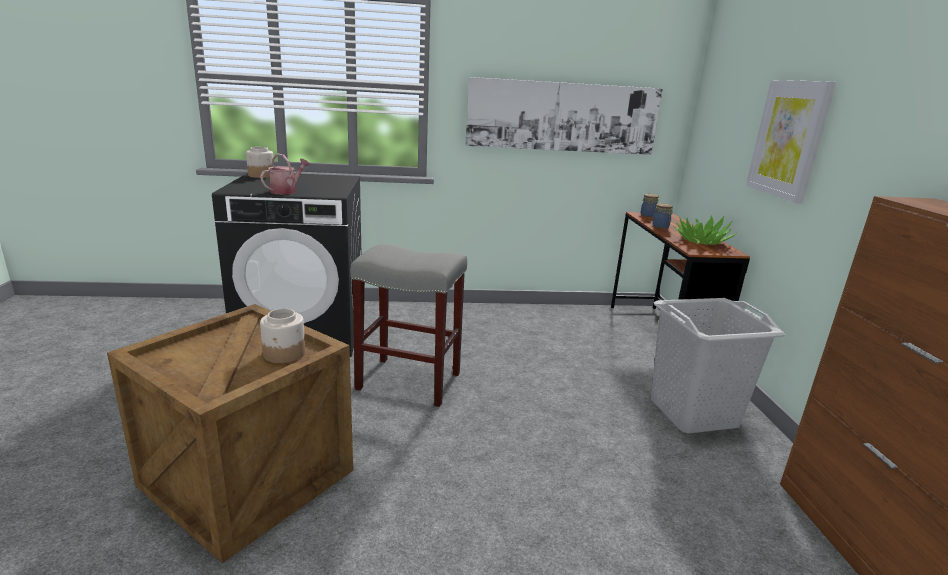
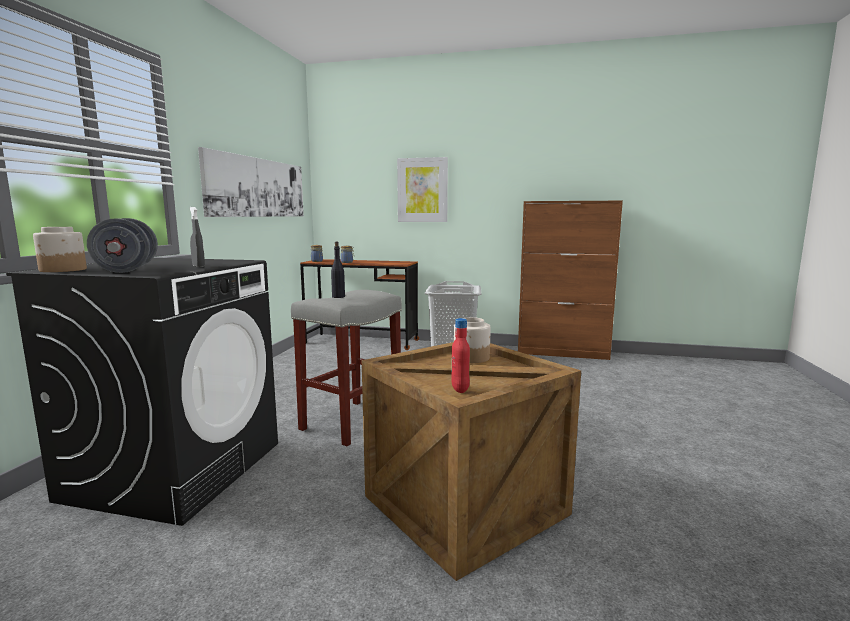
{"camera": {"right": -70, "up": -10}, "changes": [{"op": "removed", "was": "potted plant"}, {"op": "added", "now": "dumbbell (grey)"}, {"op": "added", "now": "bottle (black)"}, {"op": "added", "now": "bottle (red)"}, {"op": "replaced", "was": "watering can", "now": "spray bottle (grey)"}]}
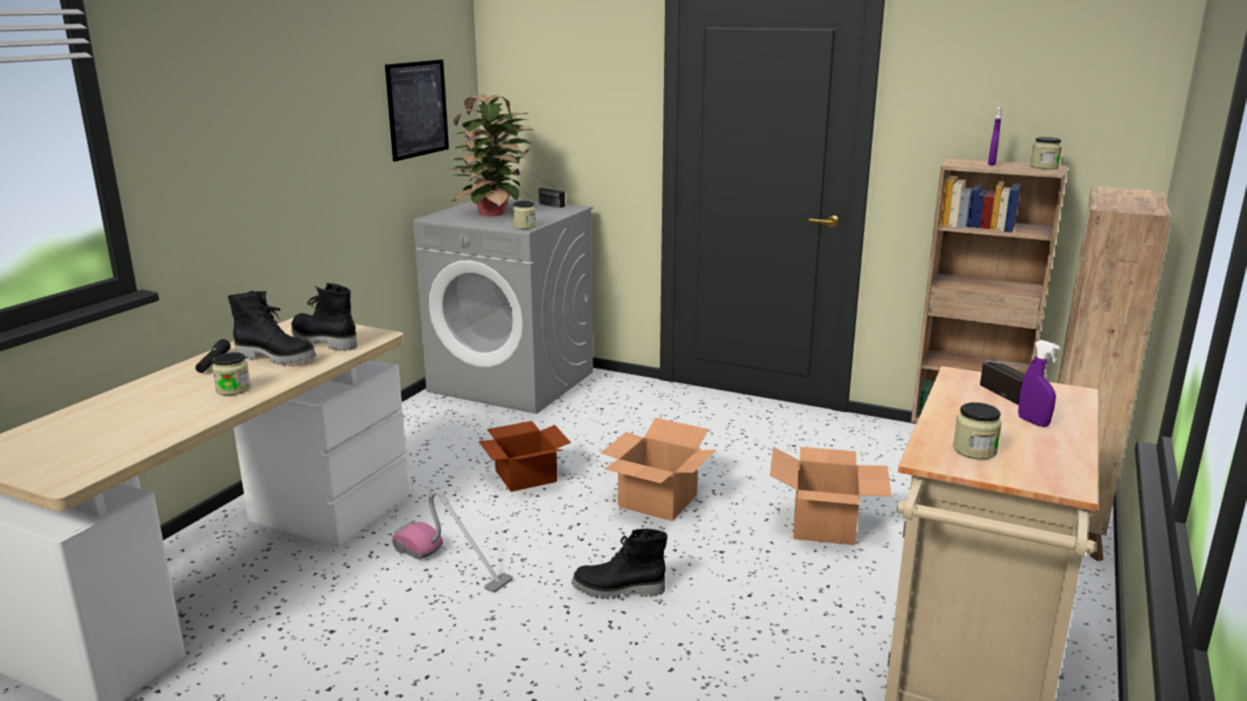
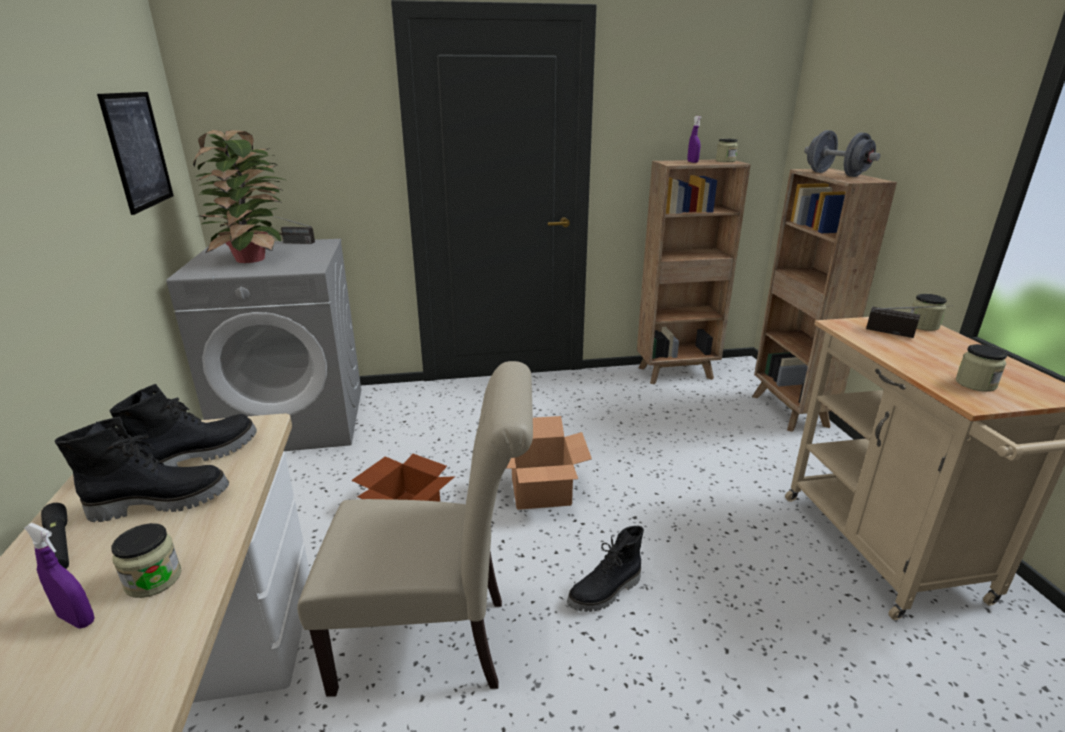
{"camera": {"right": -35, "up": 5}, "changes": [{"op": "removed", "was": "cardboard box (3rd from left)"}, {"op": "added", "now": "dumbbell (grey)"}, {"op": "moved", "was": "jar (2nd from left in the first image)", "now": "jar (3rd from left)"}, {"op": "moved", "was": "spray bottle (purple) (2nd from left in the first image)", "now": "spray bottle (purple) (1st from left)"}, {"op": "replaced", "was": "vacuum cleaner", "now": "chair (beige)"}, {"op": "turned", "was": "boot (black) (2nd from left)", "clockwise": 135}]}
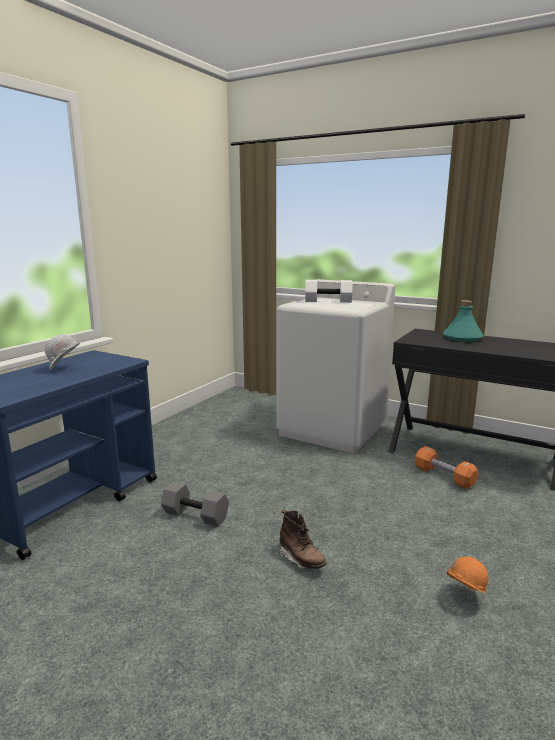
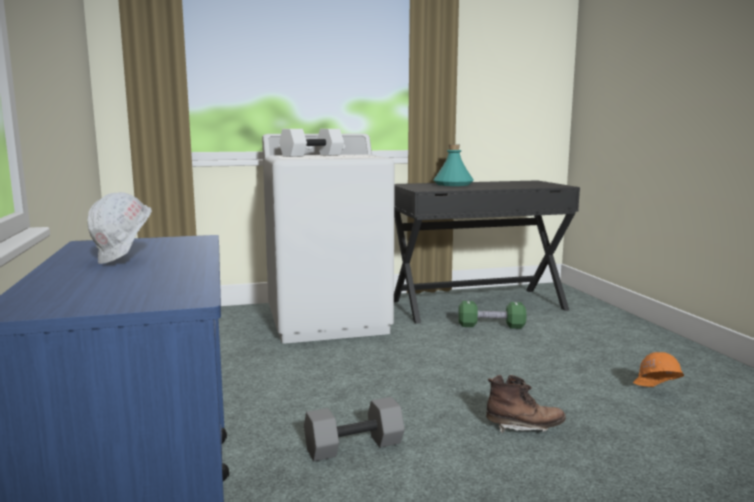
{"camera": {"right": -45, "up": -5}, "changes": [{"op": "recoloured", "was": "dumbbell (orange)", "now": "dumbbell (green)"}]}
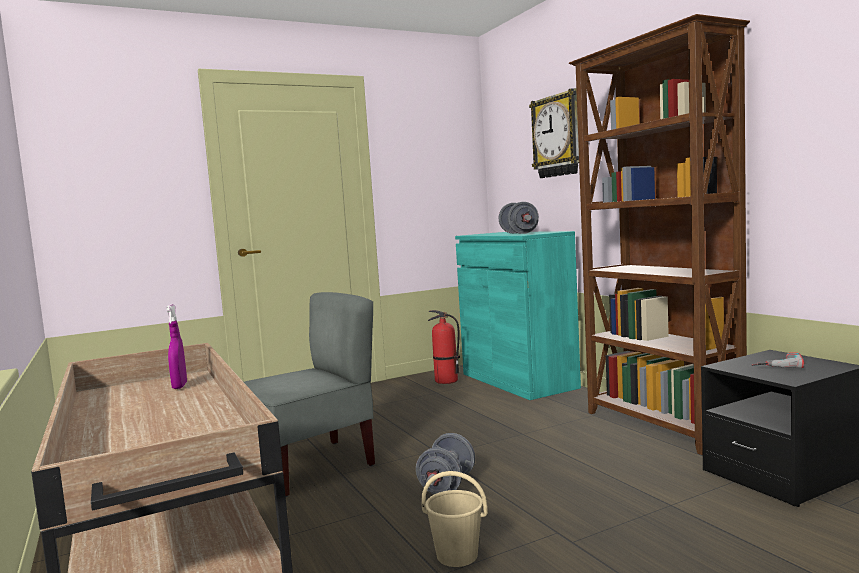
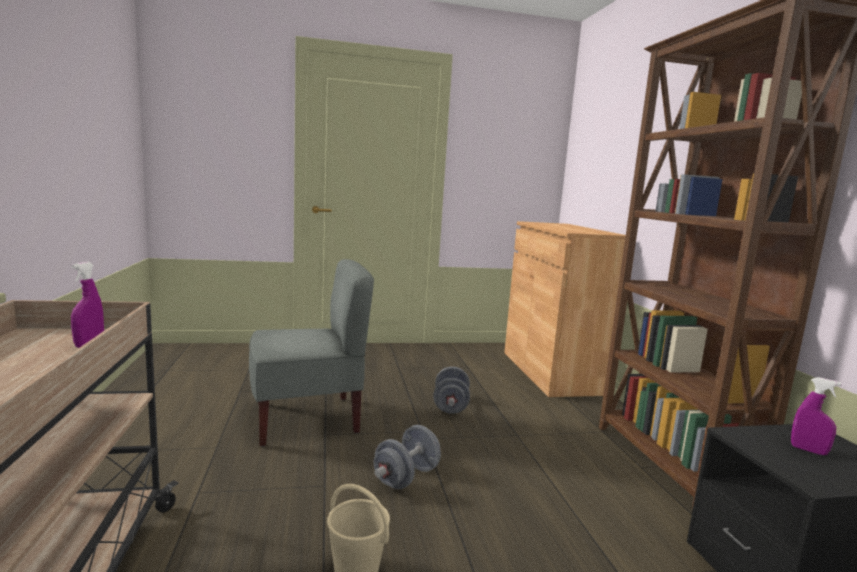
{"camera": {"right": 15, "up": 5}, "changes": [{"op": "removed", "was": "fire extinguisher"}, {"op": "removed", "was": "wall clock"}, {"op": "moved", "was": "dumbbell (grey) (2nd from left)"}, {"op": "replaced", "was": "power drill", "now": "spray bottle (purple) (2nd from left)"}, {"op": "recoloured", "was": "cabinet (turquoise)", "now": "cabinet (brown)"}]}
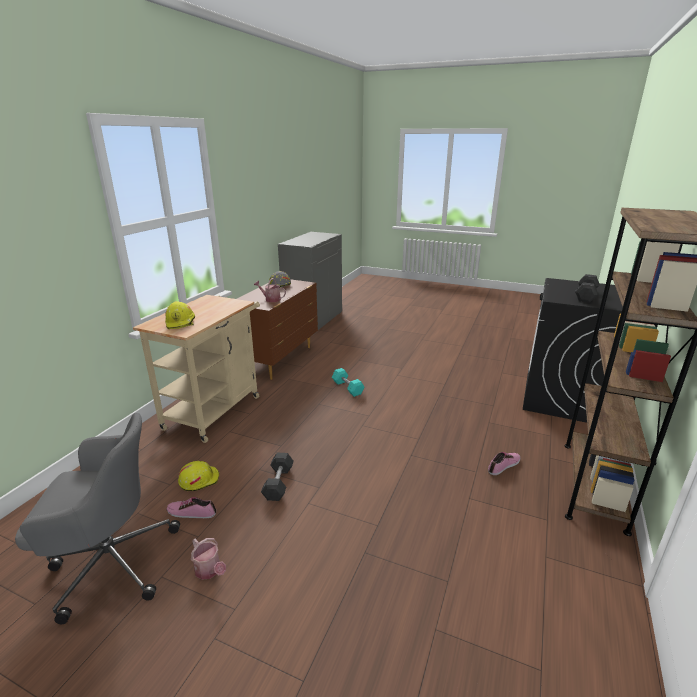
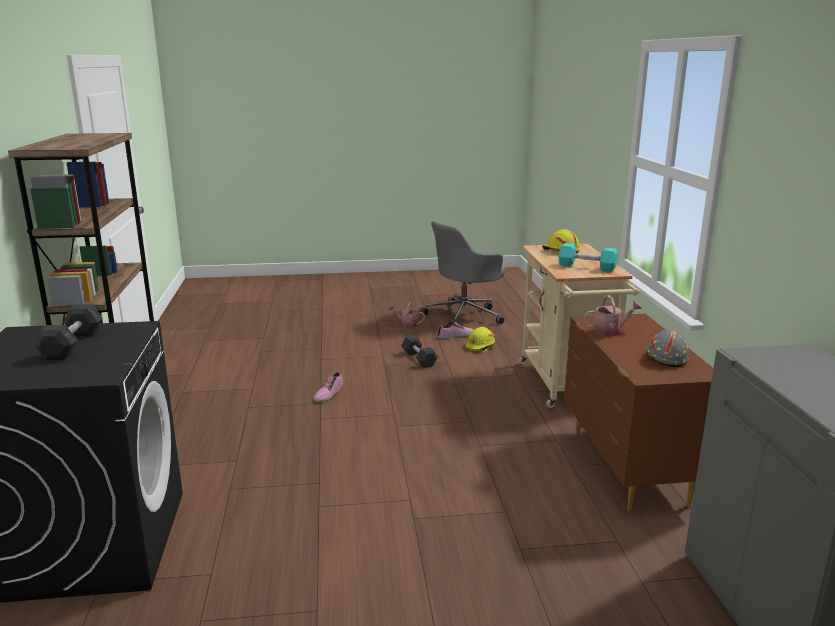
{"camera": {"right": 150, "up": -5}, "changes": [{"op": "moved", "was": "dumbbell (turquoise)"}, {"op": "moved", "was": "shoe (2nd from left in the first image)", "now": "shoe (1st from left)"}]}
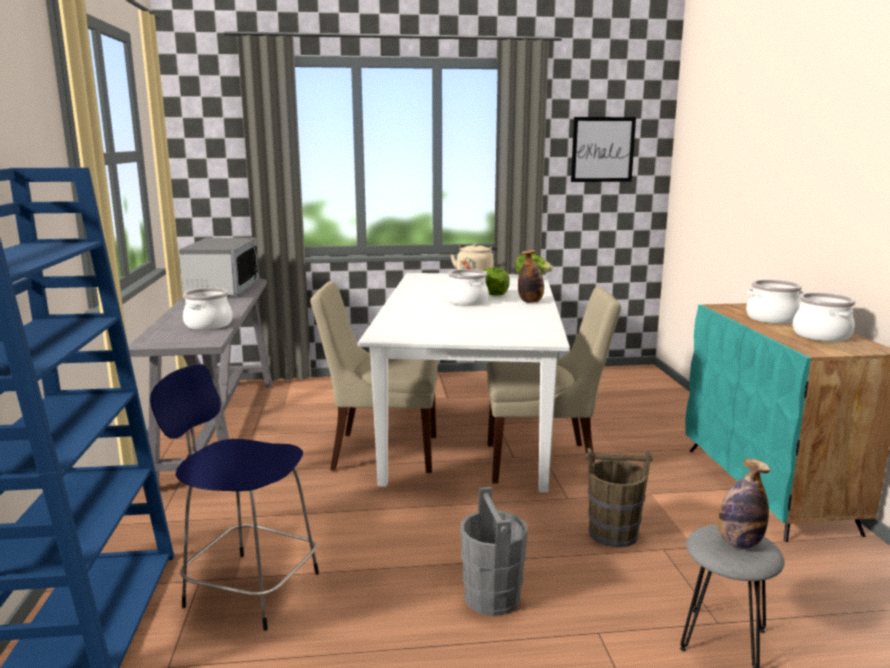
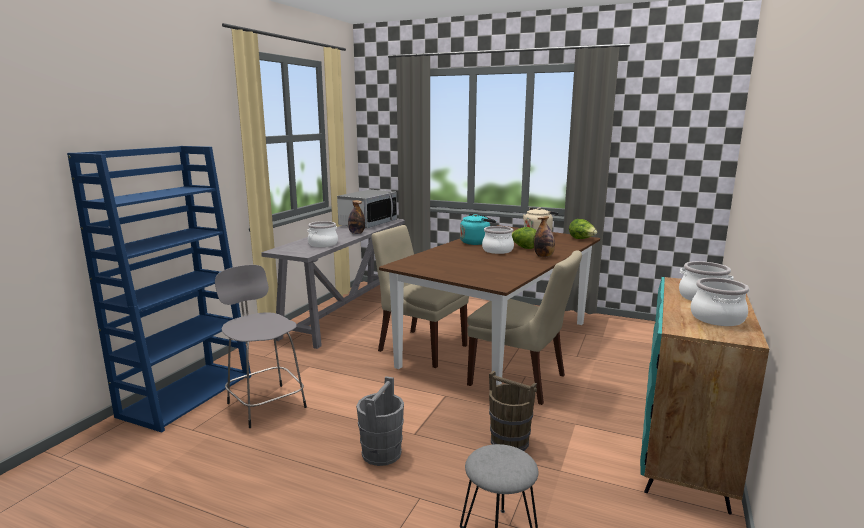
{"camera": {"right": 30, "up": 0}, "changes": [{"op": "removed", "was": "picture"}, {"op": "added", "now": "kettle (turquoise)"}, {"op": "moved", "was": "bottle (2nd from left in the first image)", "now": "bottle (1st from left)"}, {"op": "recoloured", "was": "stool (blue)", "now": "stool (grey) (1st from left)"}, {"op": "recoloured", "was": "dining table (white)", "now": "dining table (brown)"}]}
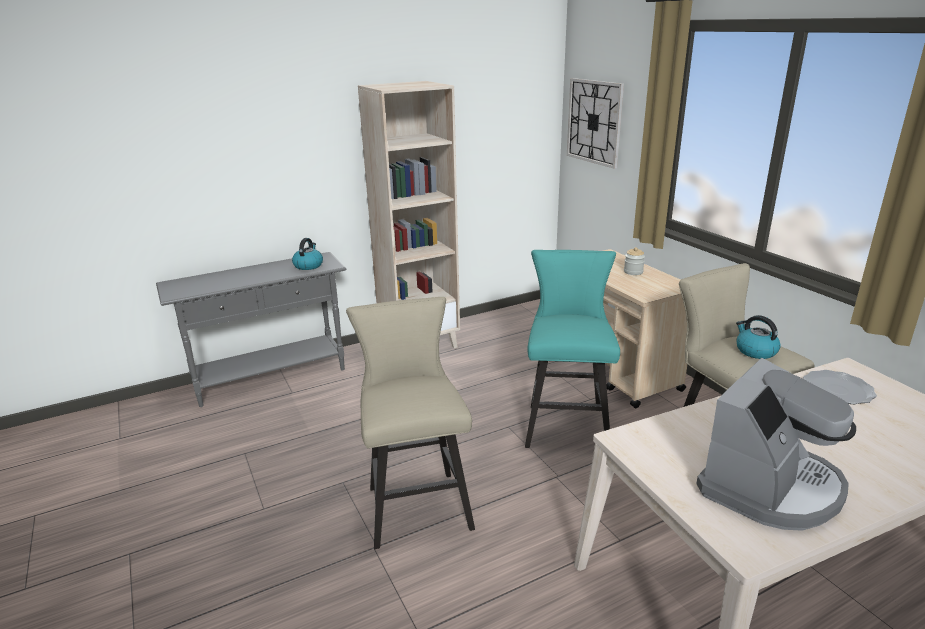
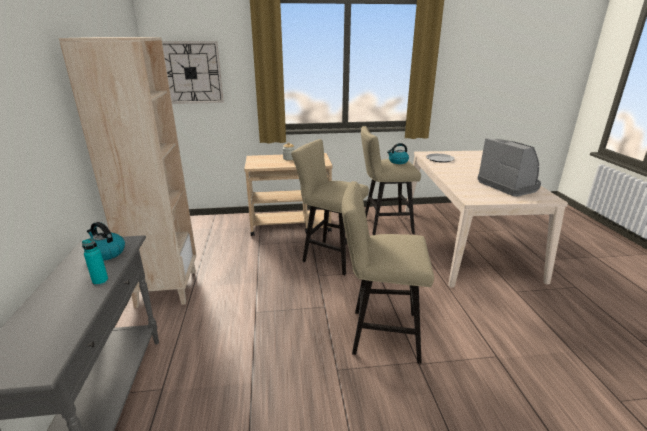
{"camera": {"right": -70, "up": 0}, "changes": [{"op": "added", "now": "bottle (turquoise)"}, {"op": "recoloured", "was": "stool (turquoise)", "now": "stool (beige) (1st from left)"}]}
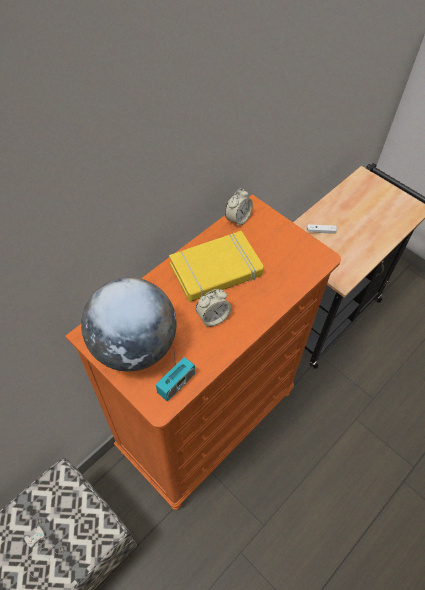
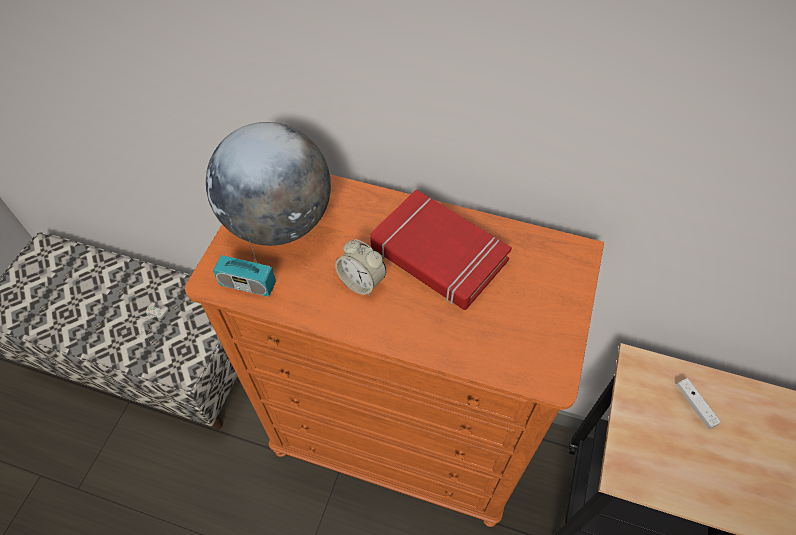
{"camera": {"right": 65, "up": 0}, "changes": [{"op": "removed", "was": "alarm clock (2nd from left)"}, {"op": "recoloured", "was": "book (yellow)", "now": "book (red)"}]}
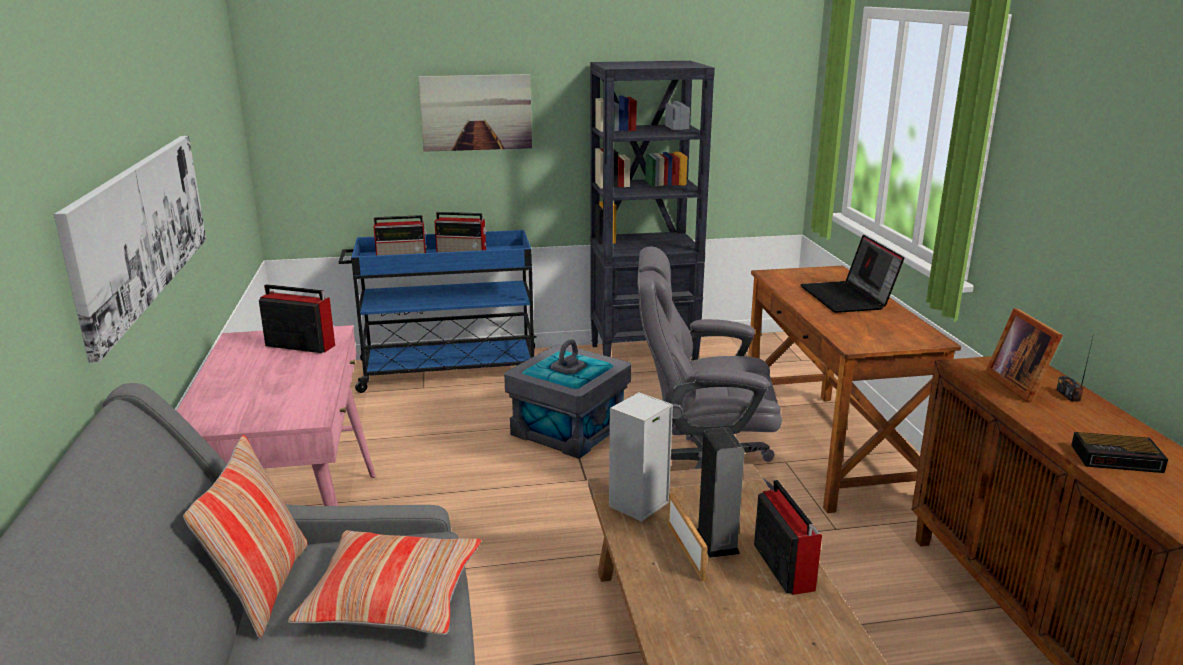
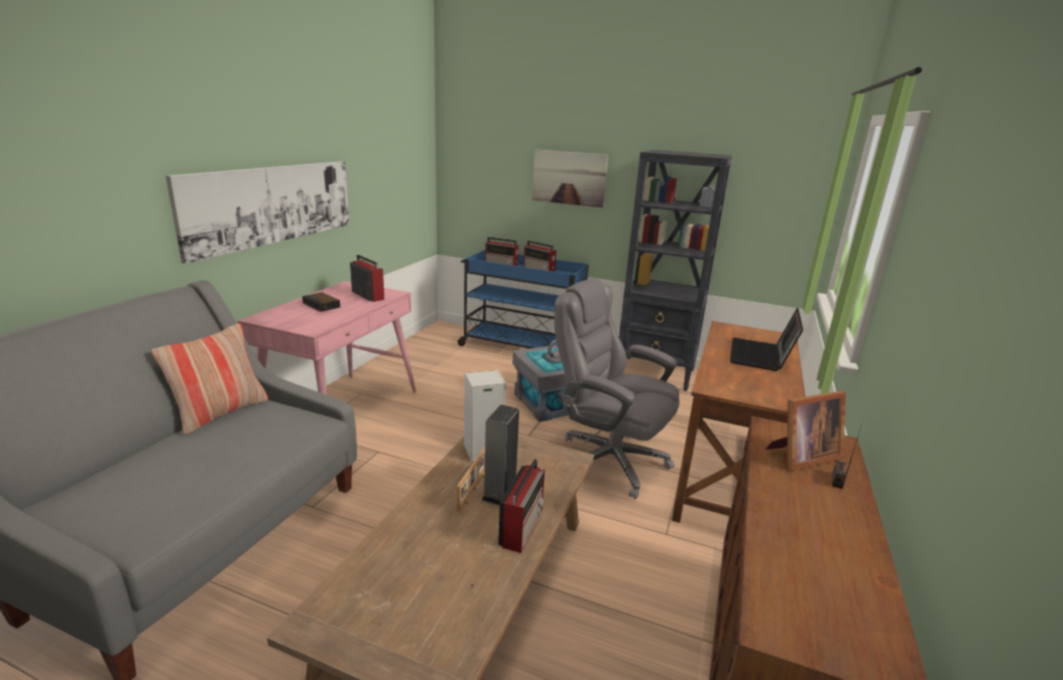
{"camera": {"right": 30, "up": 0}, "changes": [{"op": "removed", "was": "pillow (2nd from left)"}, {"op": "moved", "was": "alarm clock"}, {"op": "turned", "was": "picture frame (2nd from left)", "clockwise": -135}]}
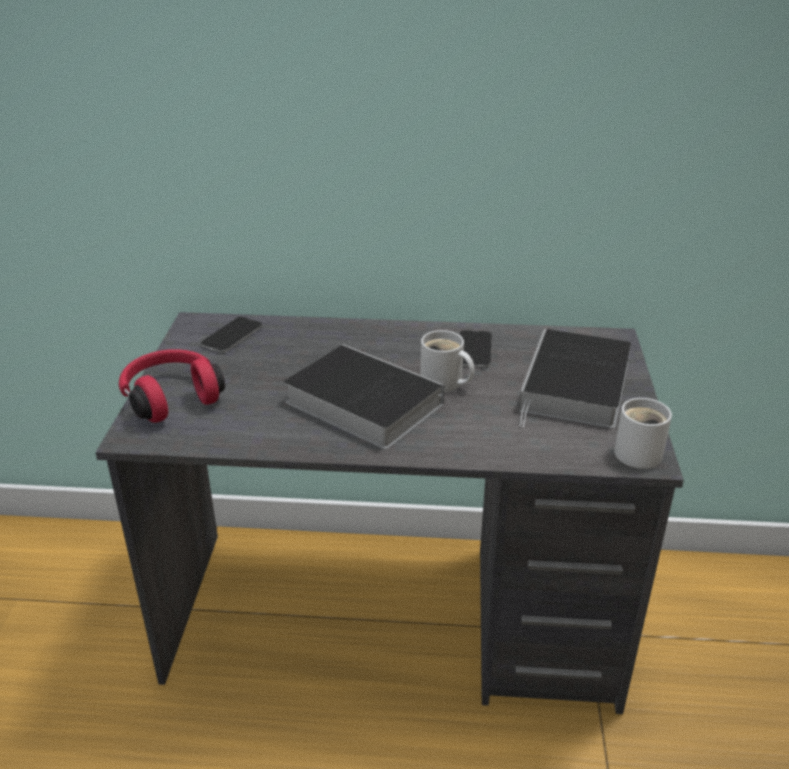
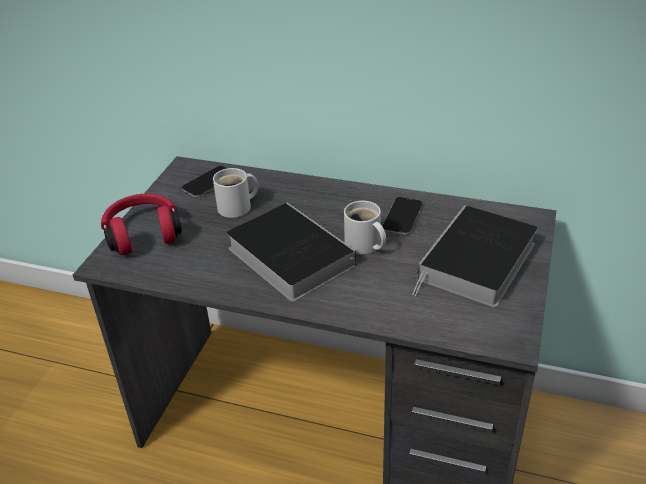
{"camera": {"right": 15, "up": 5}, "changes": [{"op": "moved", "was": "mug (white) (2nd from left in the first image)", "now": "mug (white) (1st from left)"}]}
